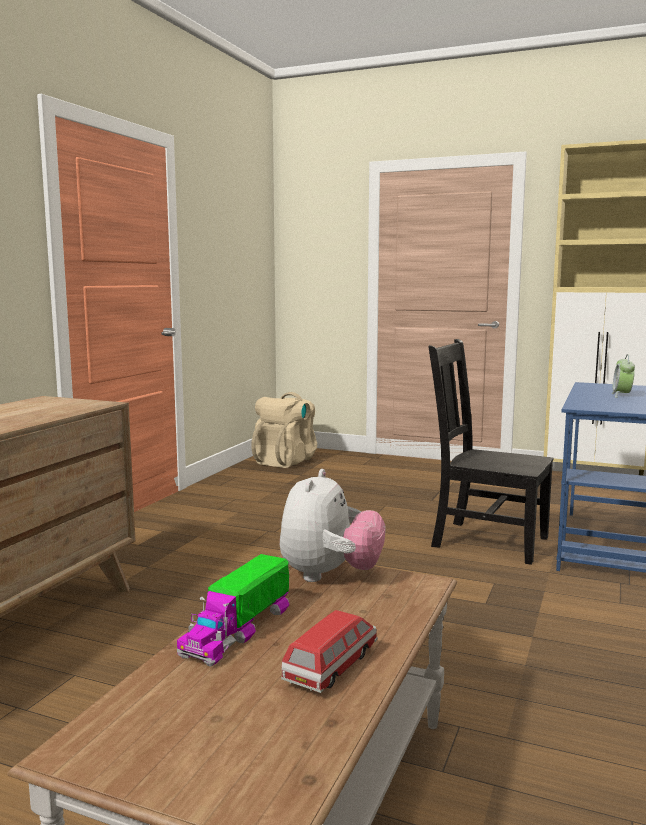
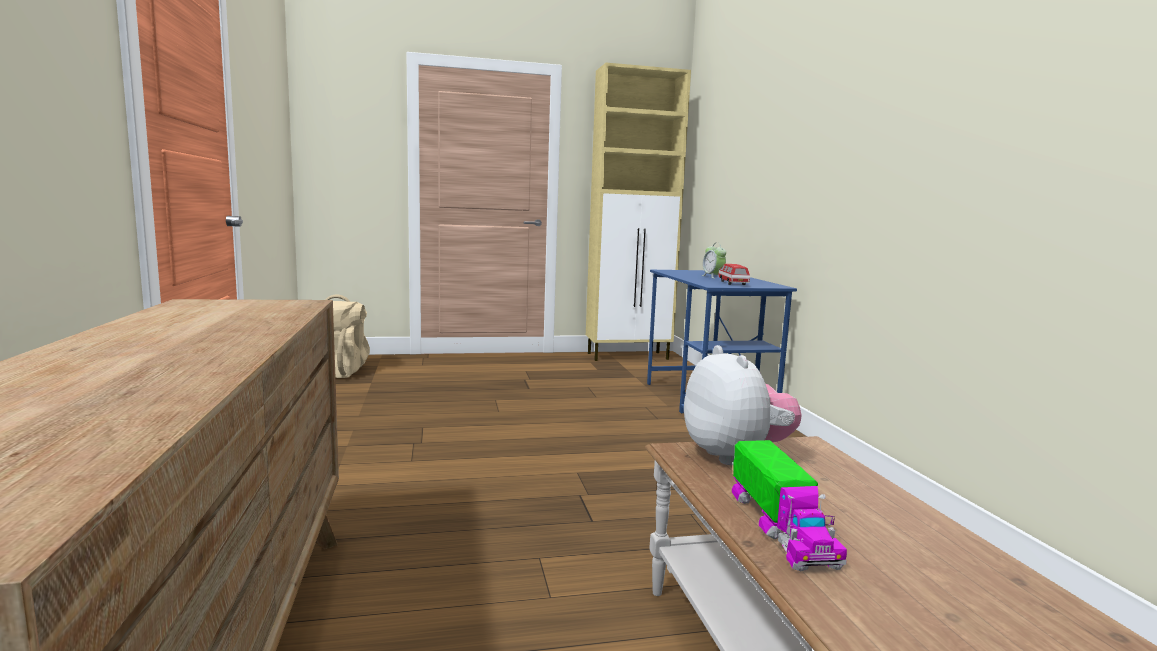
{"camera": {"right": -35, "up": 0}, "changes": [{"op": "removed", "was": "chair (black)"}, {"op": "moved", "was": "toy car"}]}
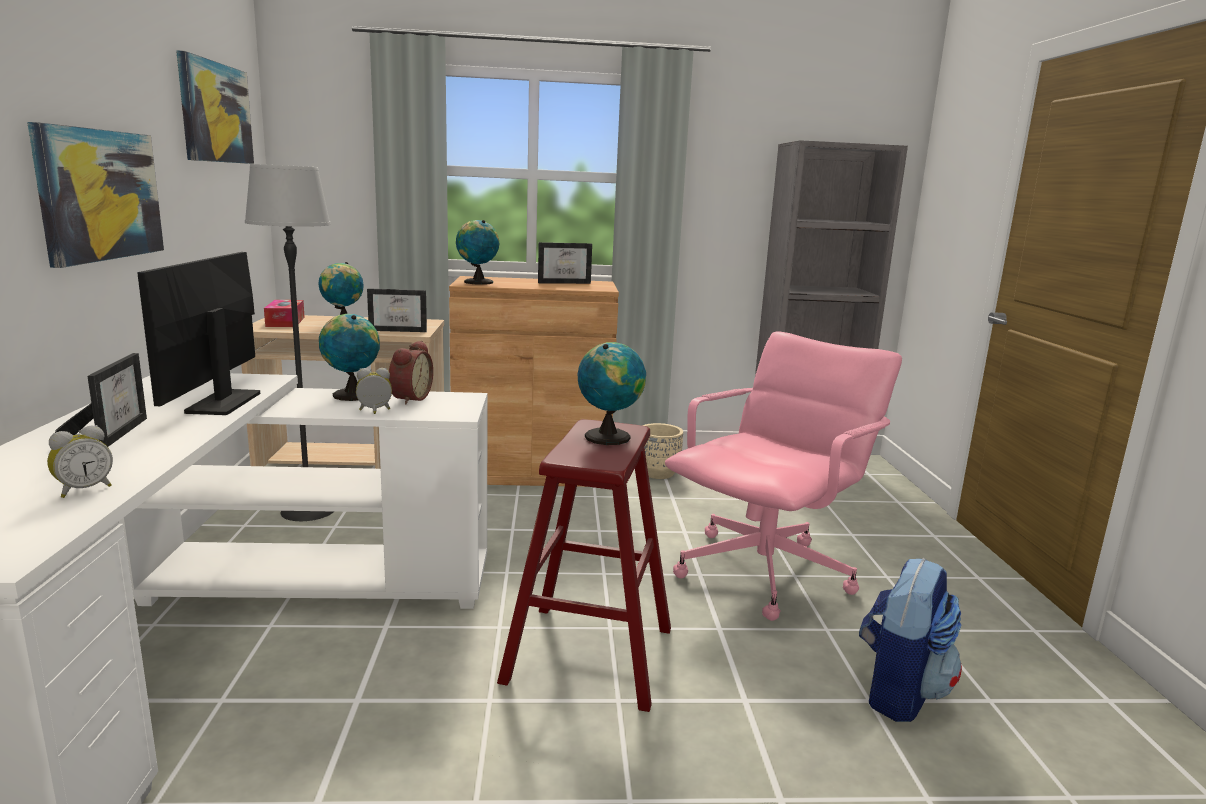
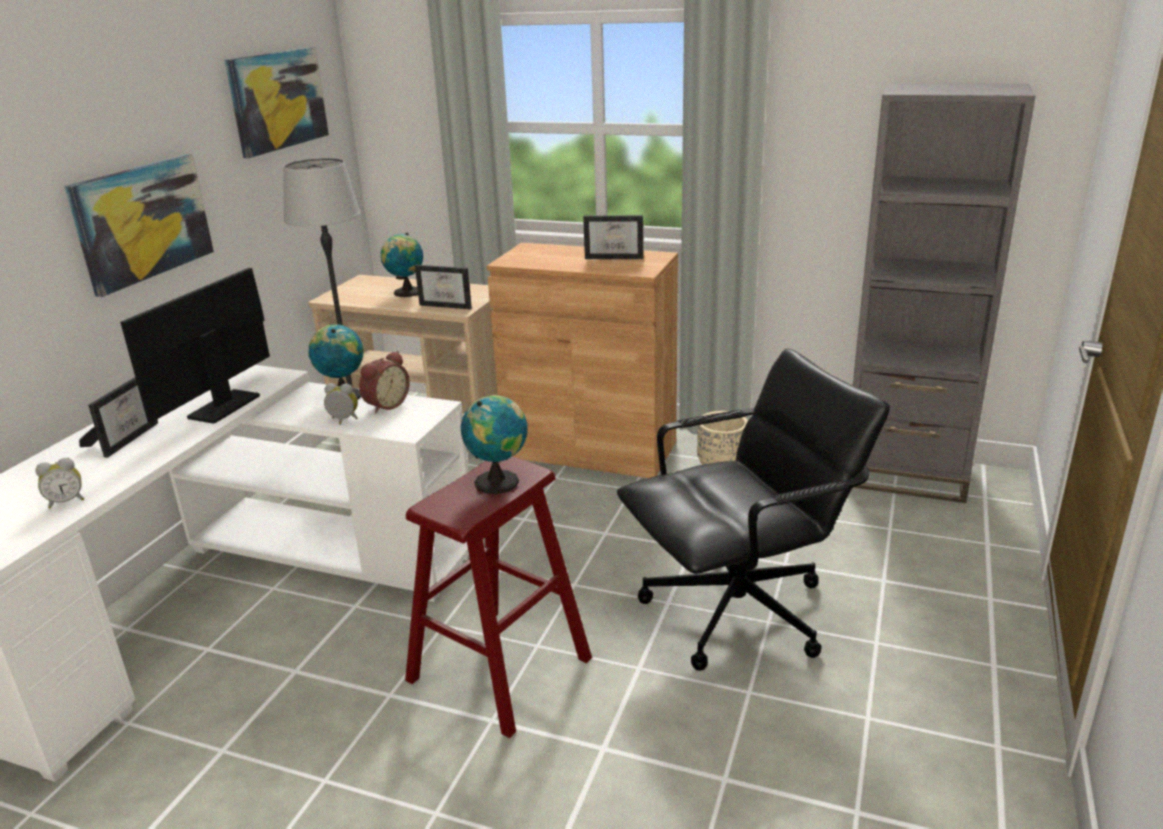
{"camera": {"right": 25, "up": 10}, "changes": [{"op": "removed", "was": "tissue box"}, {"op": "removed", "was": "globe (3rd from left)"}, {"op": "removed", "was": "backpack"}, {"op": "recoloured", "was": "office chair (pink)", "now": "office chair (black)"}]}
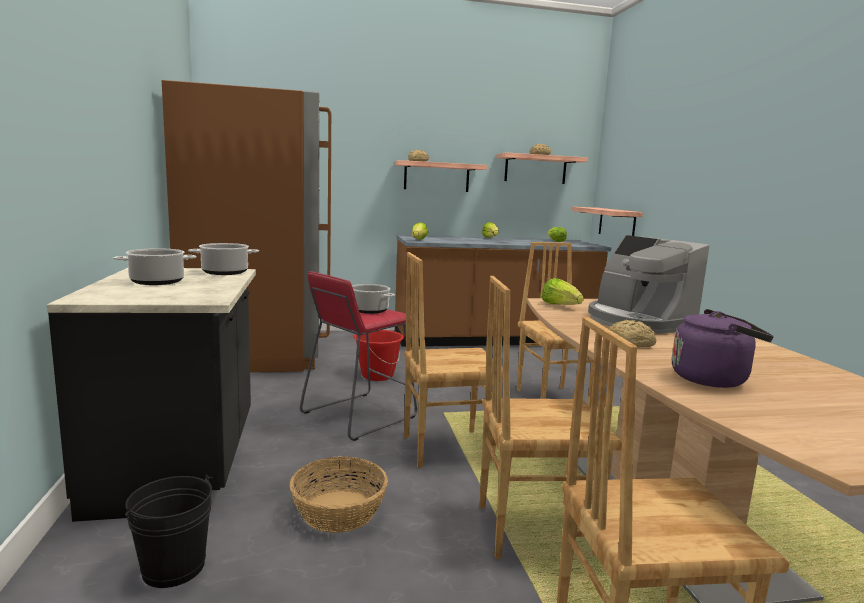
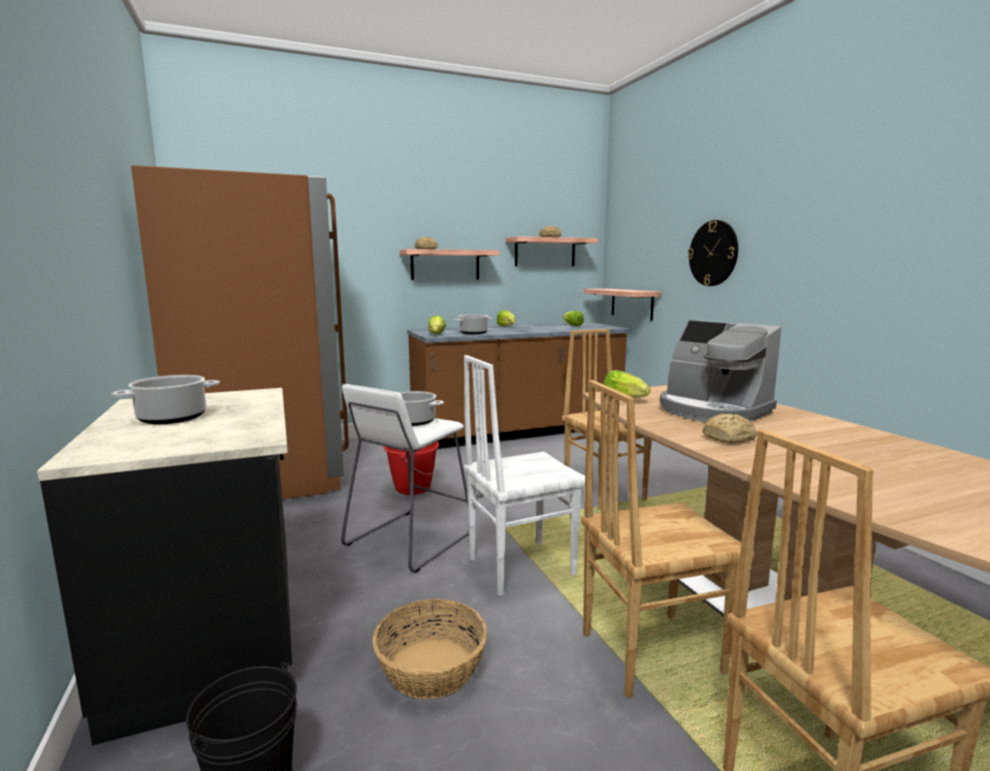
{"camera": {"right": -10, "up": 0}, "changes": [{"op": "removed", "was": "kettle (purple)"}, {"op": "added", "now": "wall clock"}, {"op": "moved", "was": "cooking pot (2nd from left in the first image)", "now": "cooking pot (3rd from left)"}, {"op": "recoloured", "was": "stool (red)", "now": "stool (white)"}, {"op": "recoloured", "was": "chair (brown) (1st from left)", "now": "chair (white)"}]}
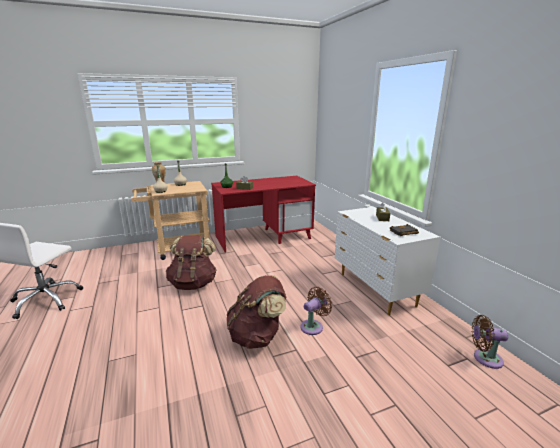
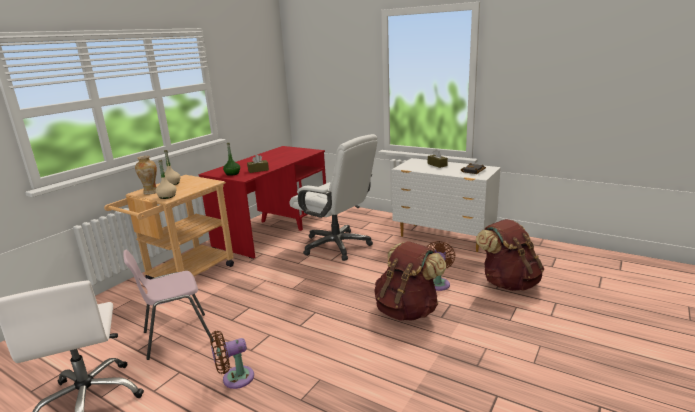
{"camera": {"right": -35, "up": 0}, "changes": [{"op": "added", "now": "chair (pink)"}, {"op": "added", "now": "office chair (white) (2nd from left)"}, {"op": "moved", "was": "backpack (brown) (1st from left in the first image)", "now": "backpack (brown) (2nd from left)"}, {"op": "moved", "was": "fan (brown) (2nd from left in the first image)", "now": "fan (brown) (1st from left)"}]}
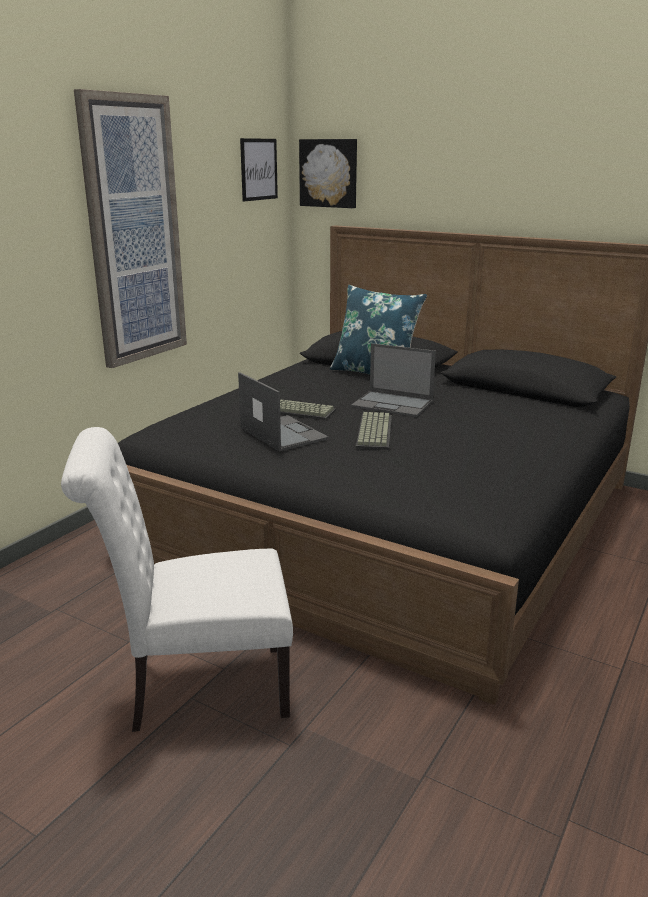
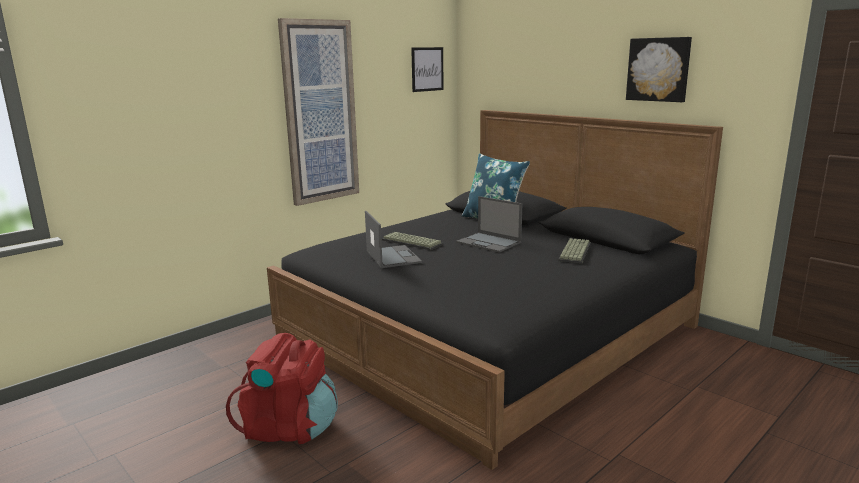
{"camera": {"right": 15, "up": -5}, "changes": [{"op": "moved", "was": "picture (3rd from left)"}, {"op": "moved", "was": "keyboard (2nd from left)"}, {"op": "replaced", "was": "chair (white)", "now": "backpack (red)"}]}
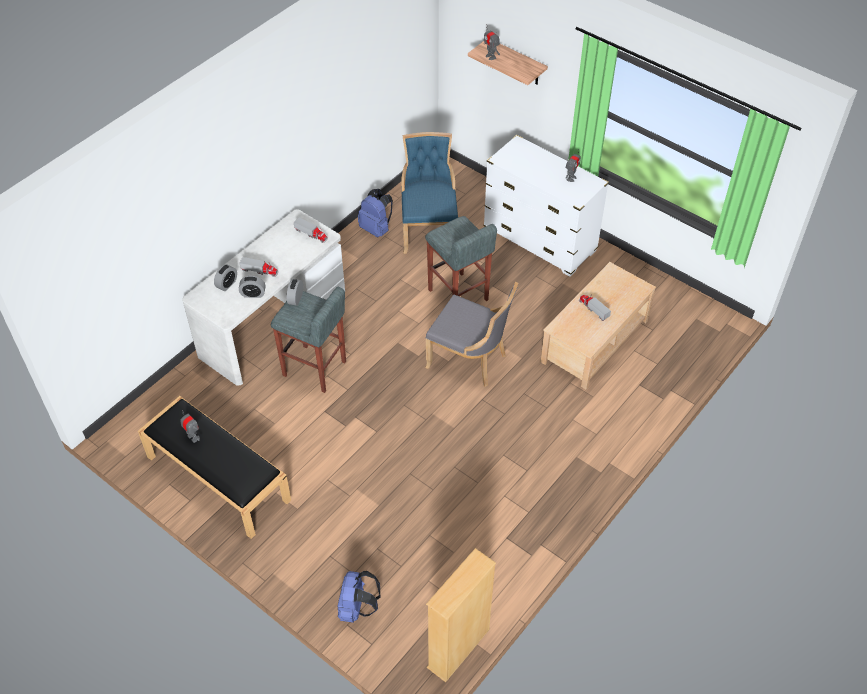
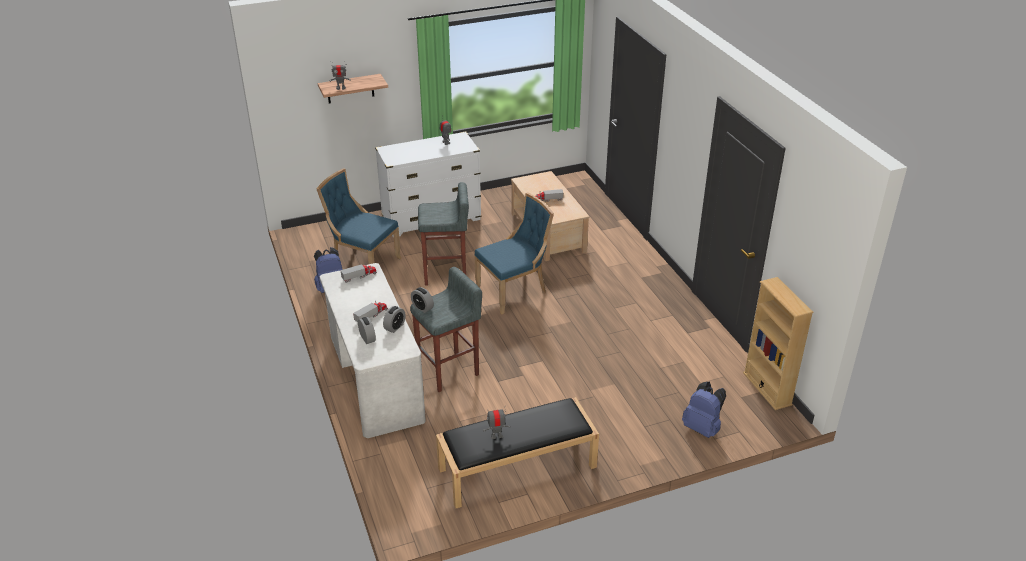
{"camera": {"right": -60, "up": -15}, "changes": [{"op": "recoloured", "was": "chair (grey)", "now": "chair (blue) (2nd from left)"}]}
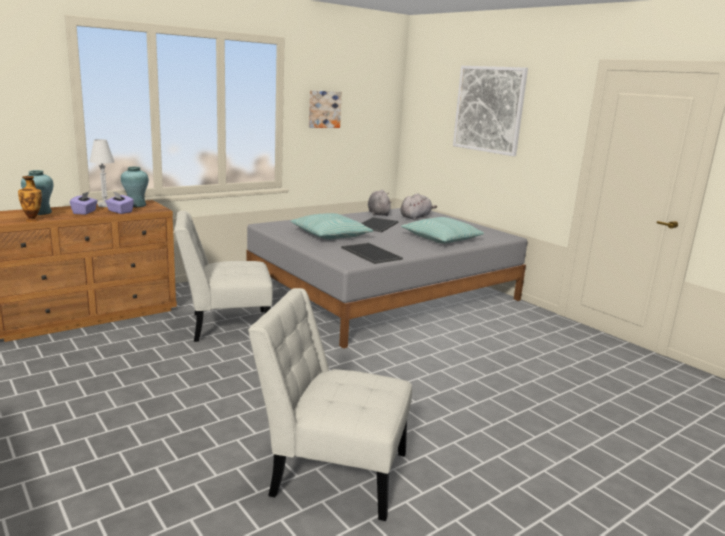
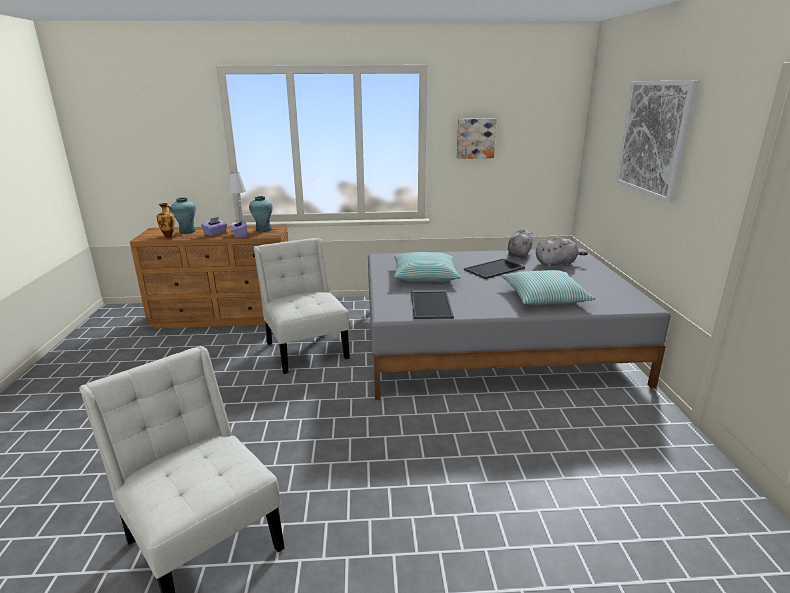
{"camera": {"right": 35, "up": 5}, "changes": [{"op": "turned", "was": "chair (white) (1st from left in the first image)", "clockwise": 45}]}
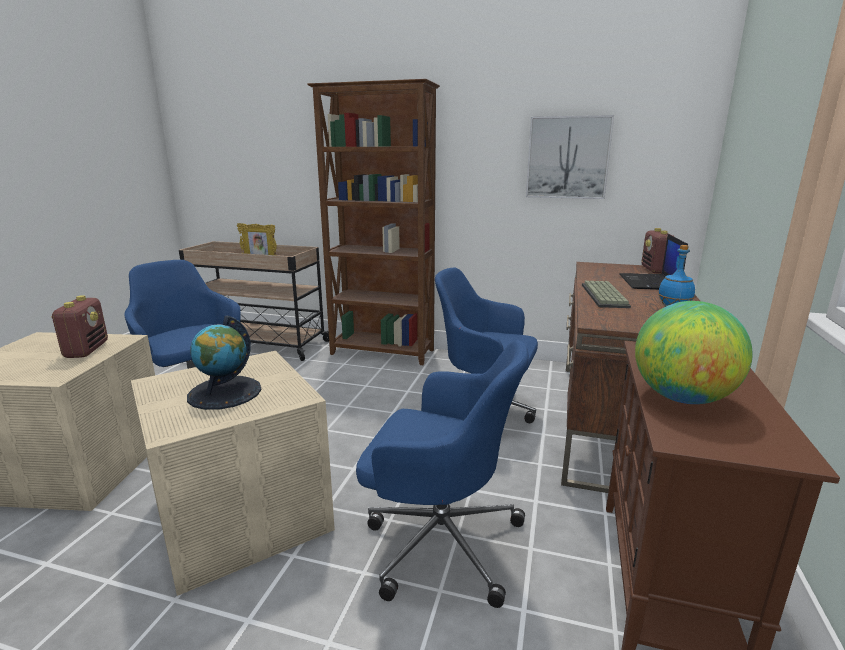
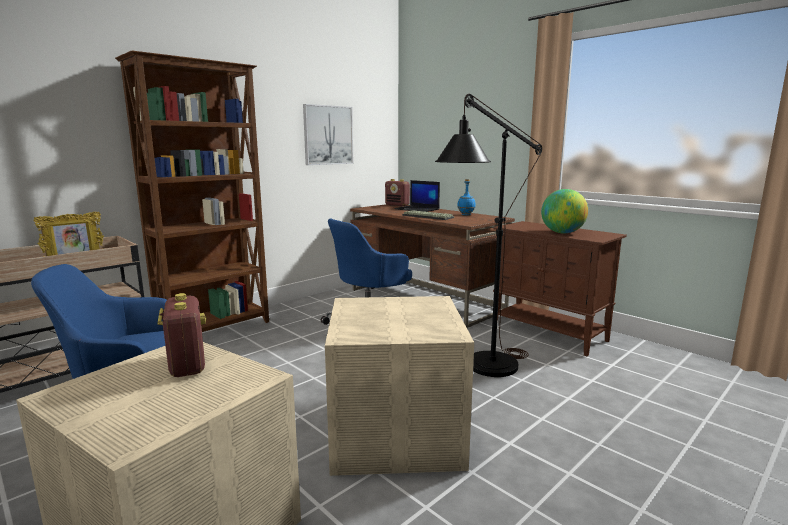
{"camera": {"right": -60, "up": -5}, "changes": [{"op": "removed", "was": "globe (1st from left)"}, {"op": "replaced", "was": "office chair (blue) (2nd from left)", "now": "floor lamp (black)"}, {"op": "turned", "was": "radio (1st from left)", "clockwise": 45}]}
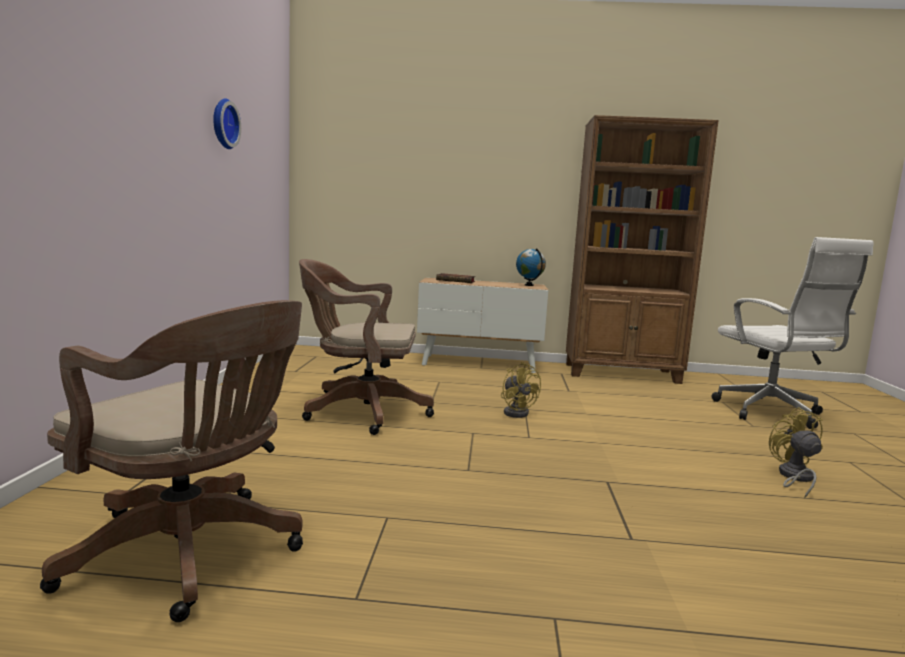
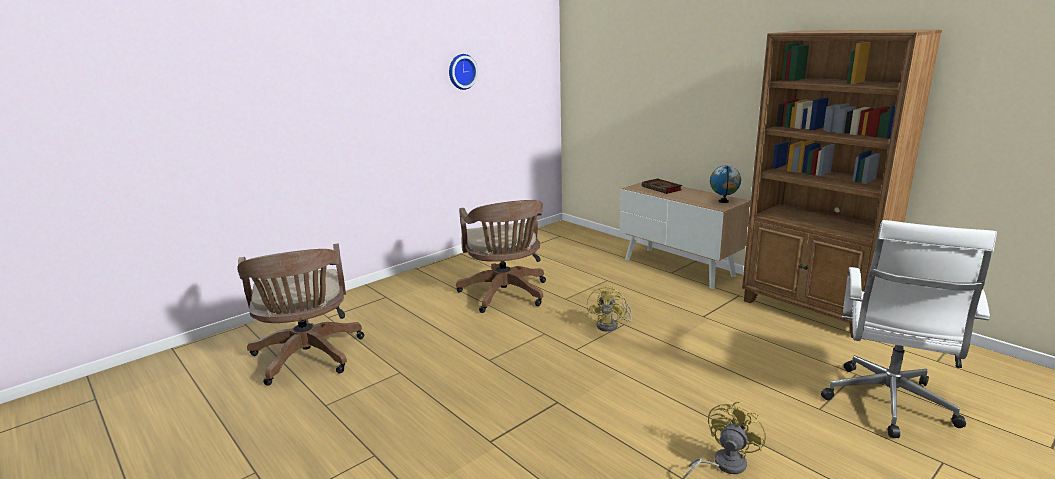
{"camera": {"right": 45, "up": 10}, "changes": [{"op": "turned", "was": "office chair (brown) (2nd from left)", "clockwise": -150}]}
